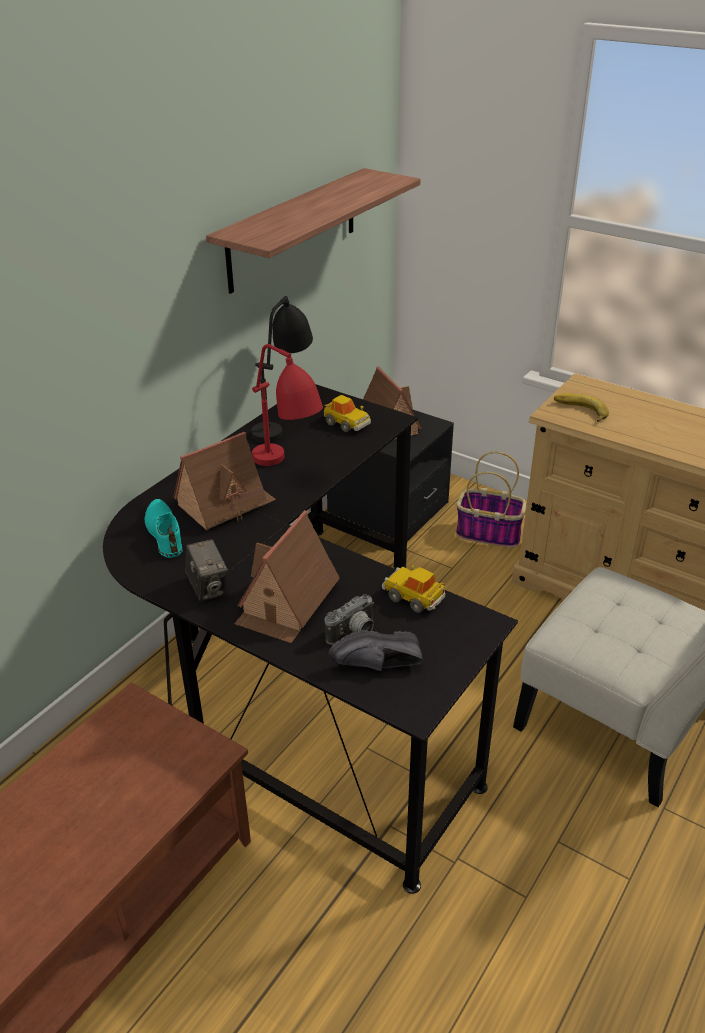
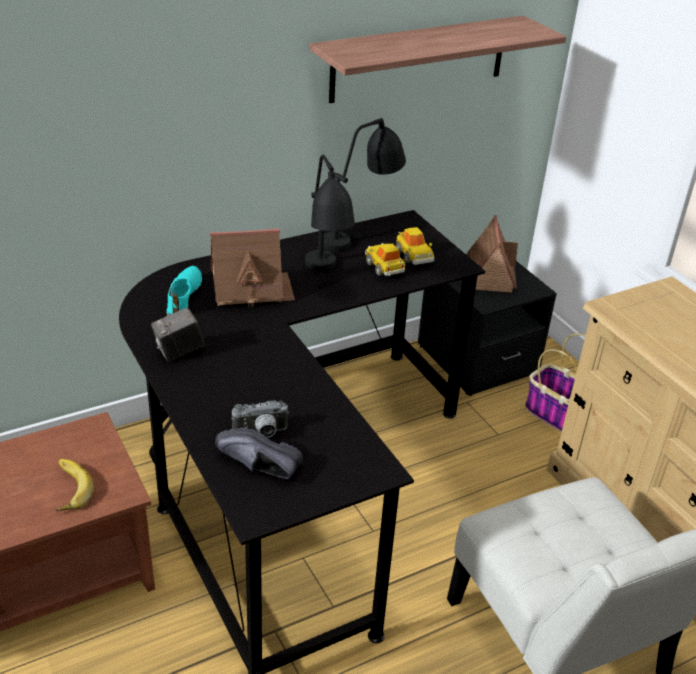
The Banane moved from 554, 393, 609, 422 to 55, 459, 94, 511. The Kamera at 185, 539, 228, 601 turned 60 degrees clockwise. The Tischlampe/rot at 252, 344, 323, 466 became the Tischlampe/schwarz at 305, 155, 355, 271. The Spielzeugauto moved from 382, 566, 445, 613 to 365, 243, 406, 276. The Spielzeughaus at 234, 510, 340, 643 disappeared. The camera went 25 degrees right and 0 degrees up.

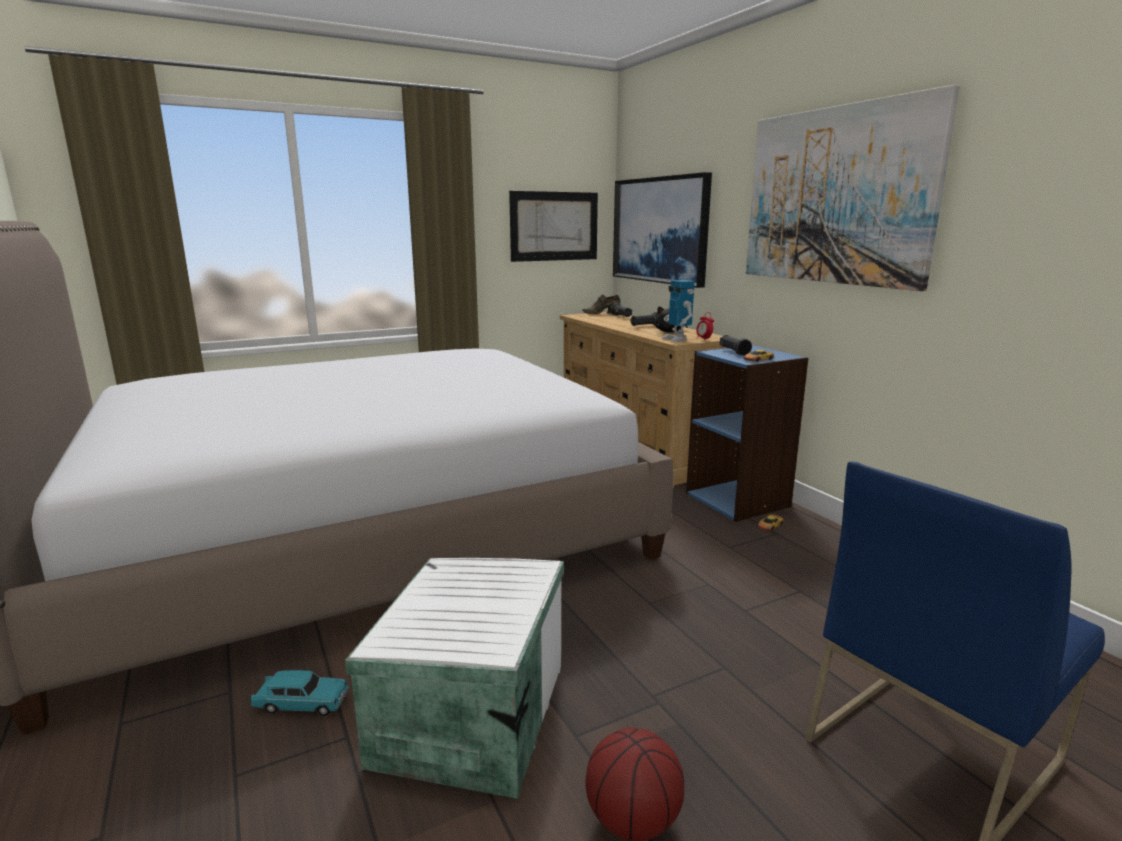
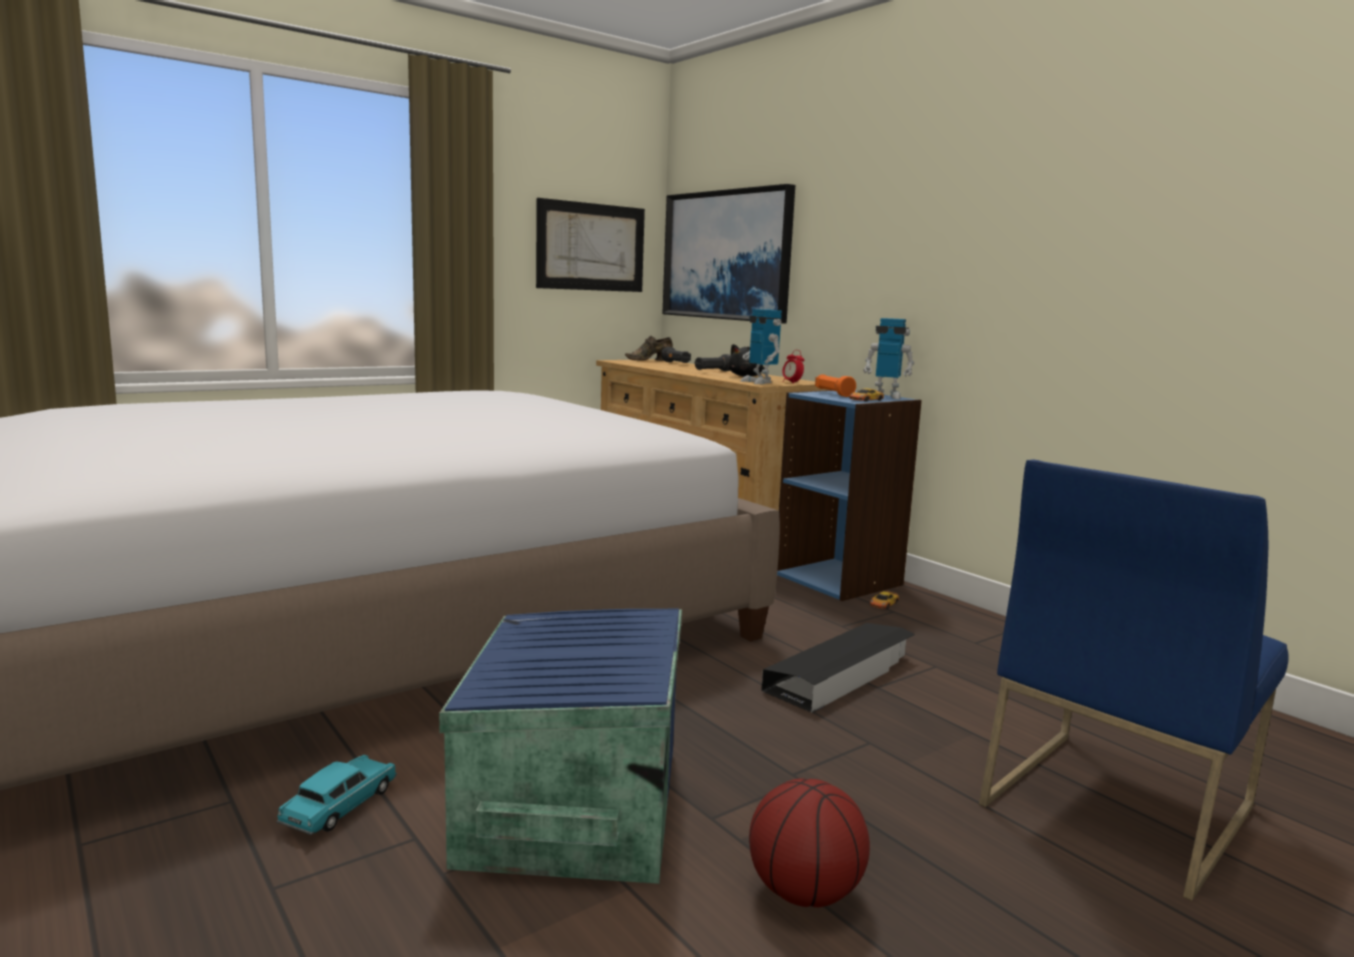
The Spielzeugauto/türkis at 250, 670, 350, 716 turned 60 degrees counterclockwise. The Aufbewahrungsbox/weiß at 345, 558, 564, 799 became the Aufbewahrungsbox/blau at 439, 609, 682, 884. The Aufbewahrungsbox/schwarz at 761, 623, 915, 713 appeared. The Taschenlampe/schwarz at 720, 335, 752, 356 became the Taschenlampe/orange at 815, 374, 856, 397. The Spielzeugroboter at 863, 318, 914, 399 appeared. The Bild at 746, 85, 960, 291 disappeared. The camera went 10 degrees left and 5 degrees down.

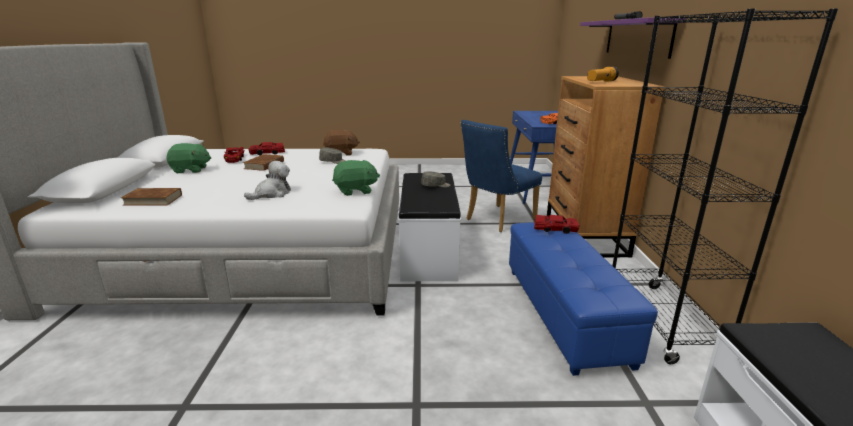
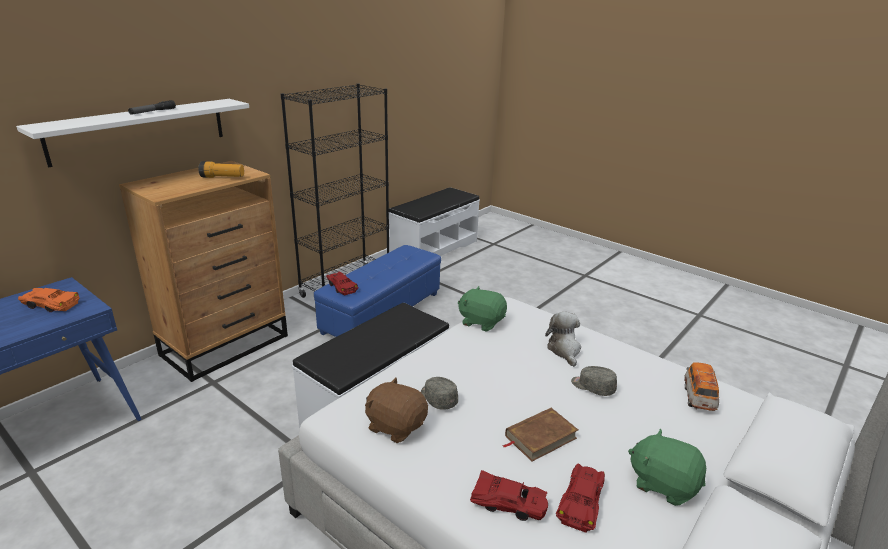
The Wandregal/lila at 580, 18, 686, 59 became the Wandregal/weiß at 16, 99, 249, 168. The Plüschtier at 244, 161, 291, 200 turned 90 degrees clockwise. The Kappe/grau moved from 421, 171, 450, 187 to 571, 366, 617, 396. The Buch/braun at 121, 188, 182, 206 was replaced by the Spielzeugauto at 684, 362, 719, 411. The Stuhl/blau at 461, 120, 542, 232 disappeared. The camera went 140 degrees left and 5 degrees up.

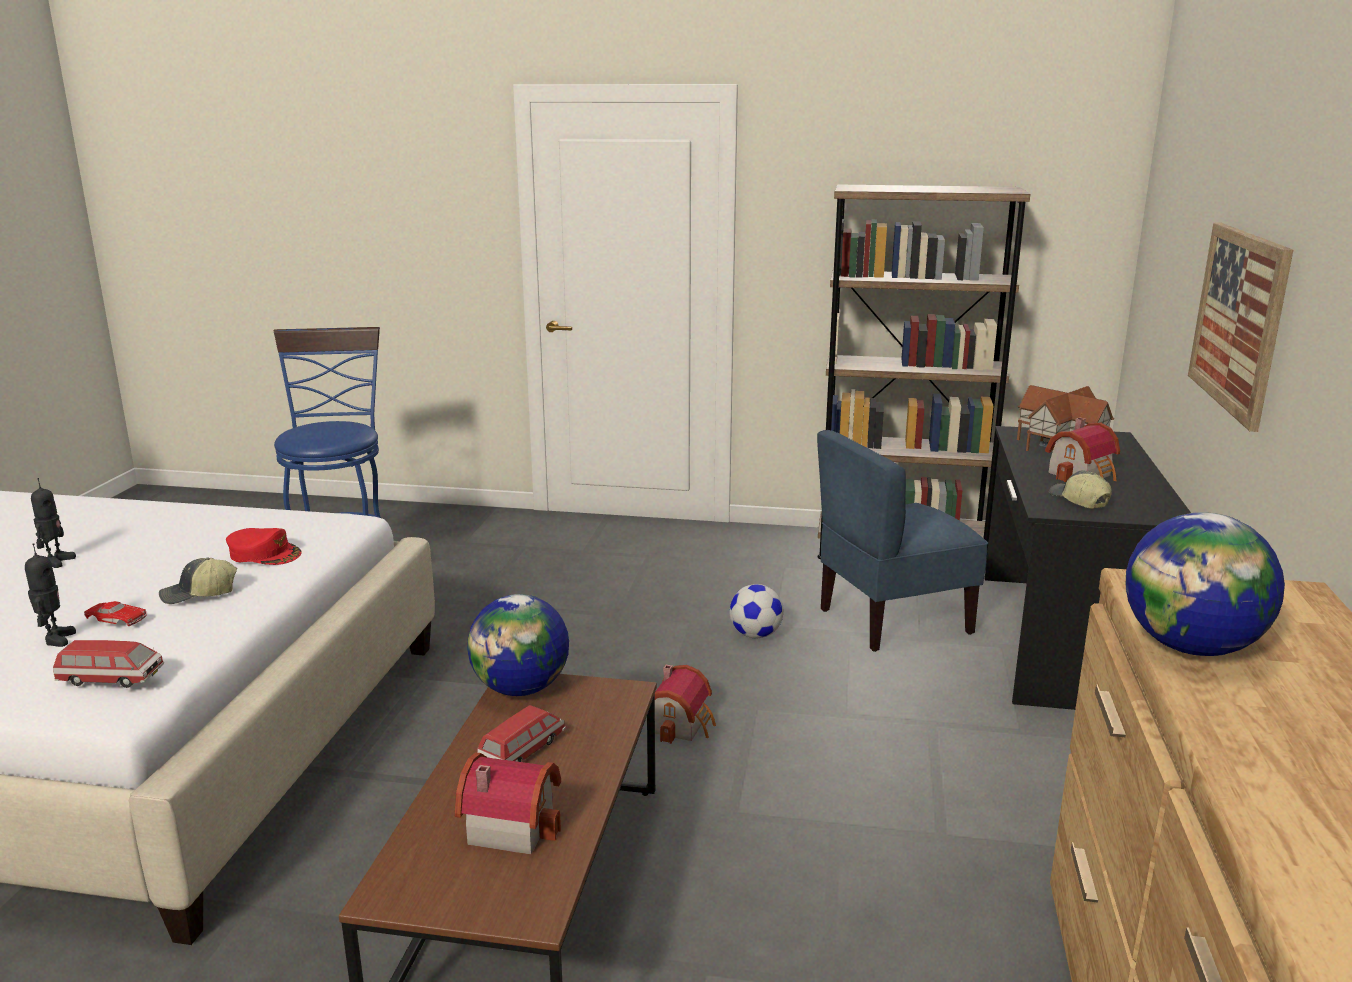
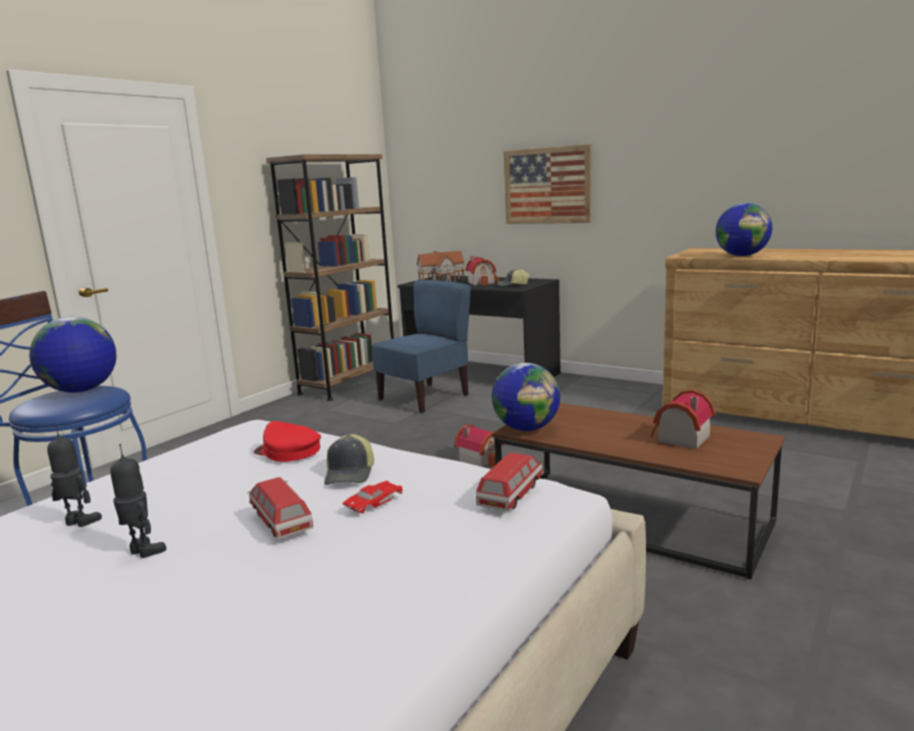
The Globus at 29, 317, 117, 393 appeared. The Spielzeugroboter moved from 25, 543, 76, 647 to 47, 424, 102, 527. The Spielzeugauto moved from 477, 705, 566, 762 to 247, 477, 314, 539. The Kappe/rot at 226, 528, 302, 565 turned 105 degrees counterclockwise. The Stuhl/blau at 817, 430, 988, 652 turned 135 degrees counterclockwise. The Fußball at 729, 584, 784, 638 disappeared. The camera went 65 degrees left and 5 degrees down.

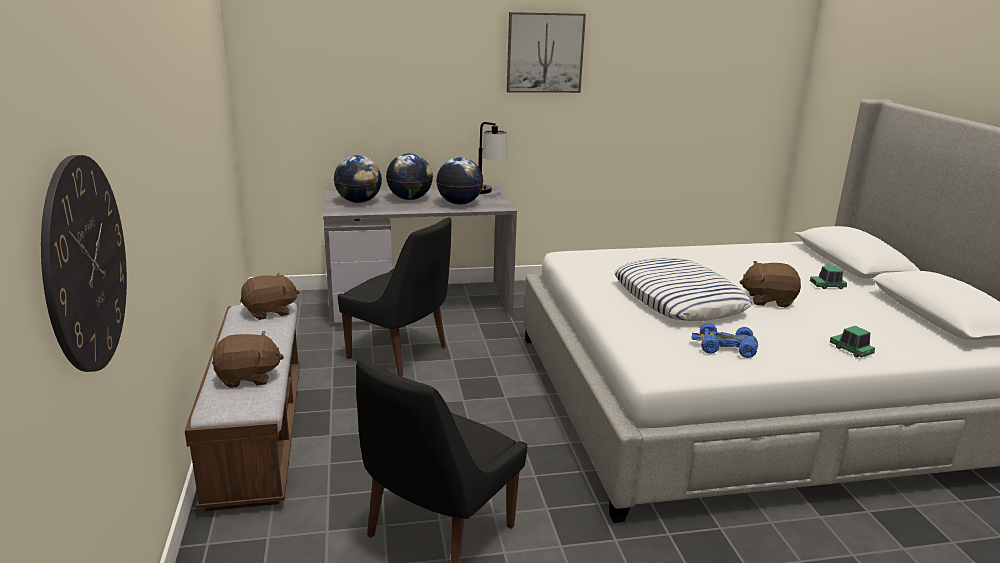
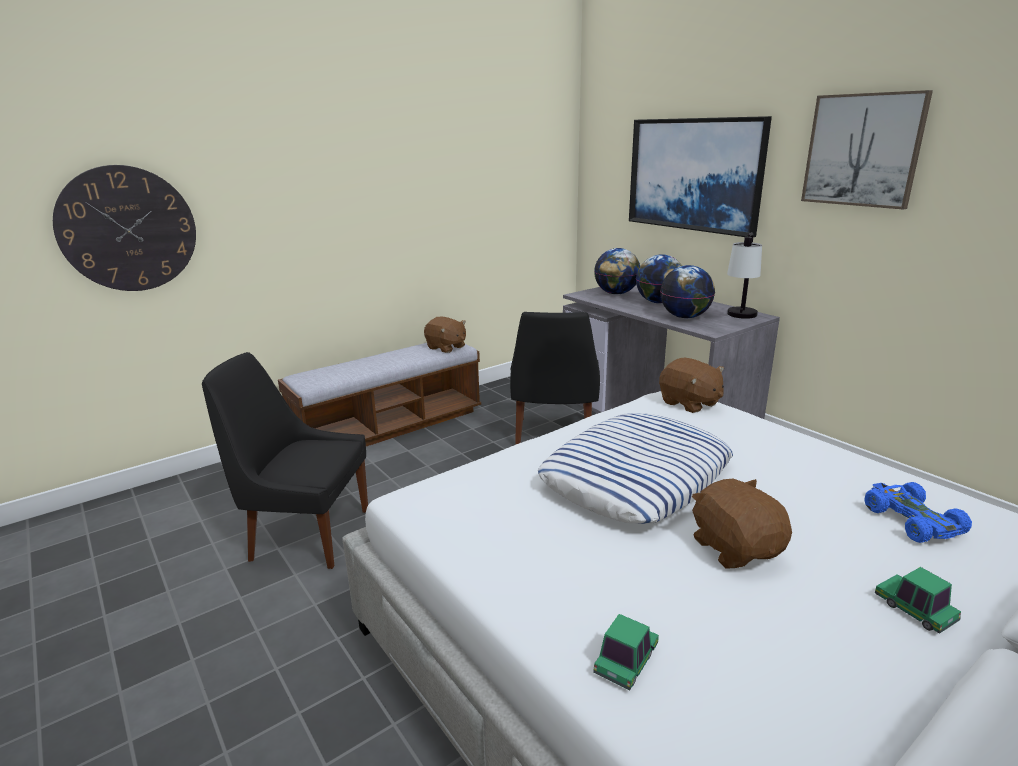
The Bild at 629, 116, 772, 237 appeared. The Plüschtier/braun moved from 212, 331, 284, 388 to 659, 358, 724, 413. The Spielzeugauto/blau moved from 692, 323, 758, 358 to 864, 482, 972, 543. The camera went 65 degrees right and 0 degrees up.

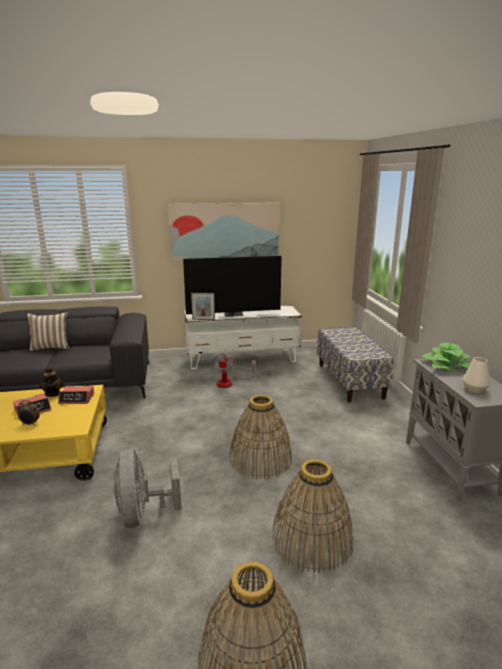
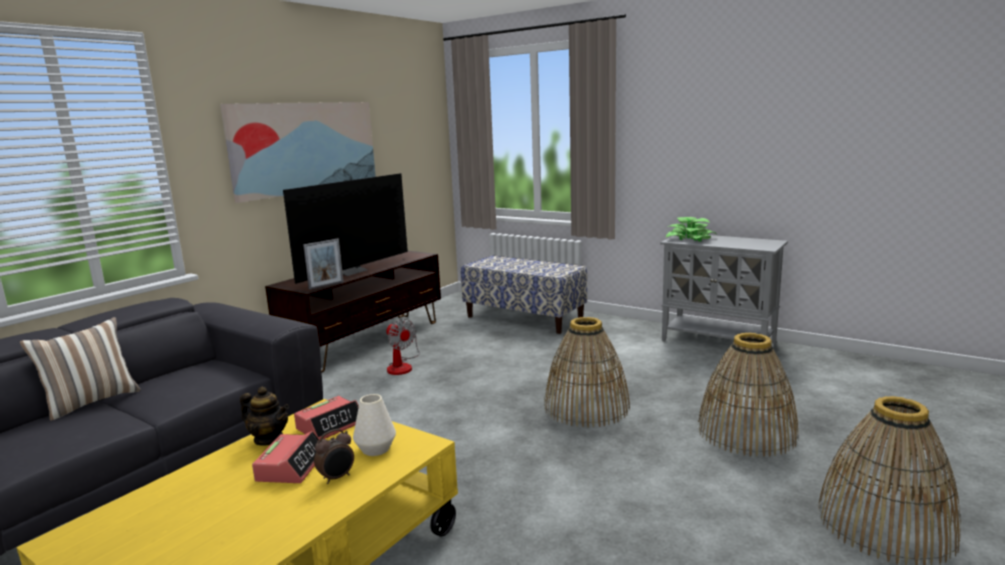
The Fernsehschrank/weiß at 184, 305, 302, 369 became the Fernsehschrank/braun at 265, 251, 441, 372. The Vase/weiß moved from 462, 357, 490, 393 to 353, 394, 396, 456. The Ventilator/grau at 113, 449, 182, 528 disappeared. The camera went 45 degrees left and 5 degrees down.

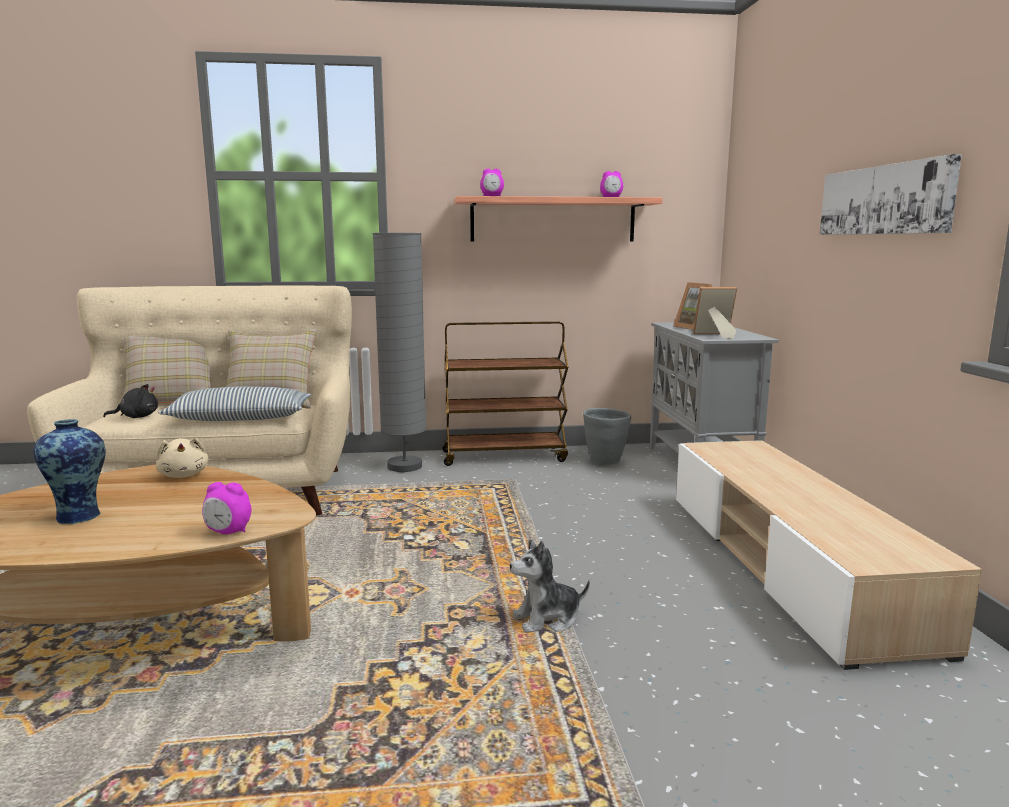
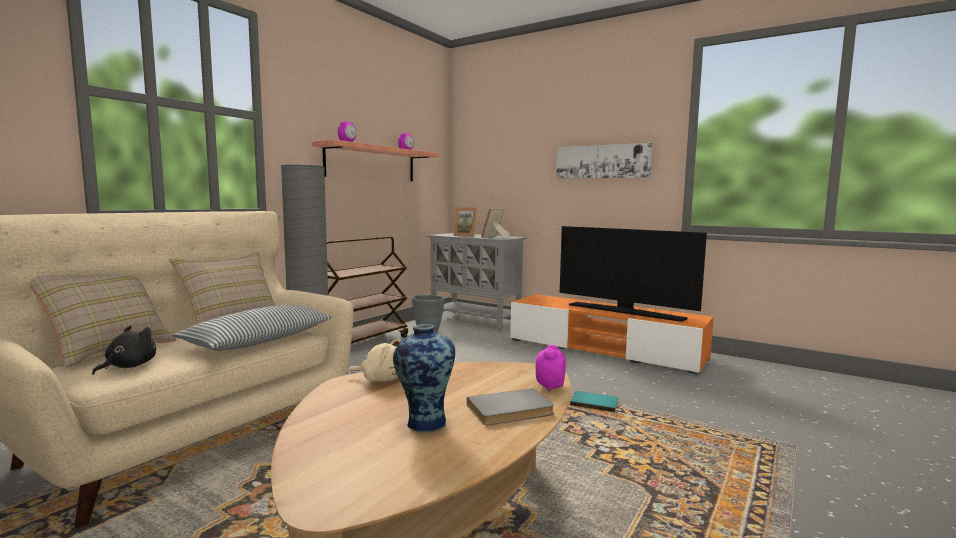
The Buch/grau at 467, 388, 554, 425 appeared. The Fernsehschrank/beige at 676, 440, 982, 670 became the Fernsehschrank/orange at 510, 294, 714, 375. The Wecker at 202, 482, 251, 534 turned 150 degrees clockwise. The Fernseher at 560, 226, 707, 322 appeared. The Plüschtier at 510, 539, 590, 633 was replaced by the Buch/türkis at 570, 391, 618, 412. The camera went 50 degrees left and 5 degrees down.

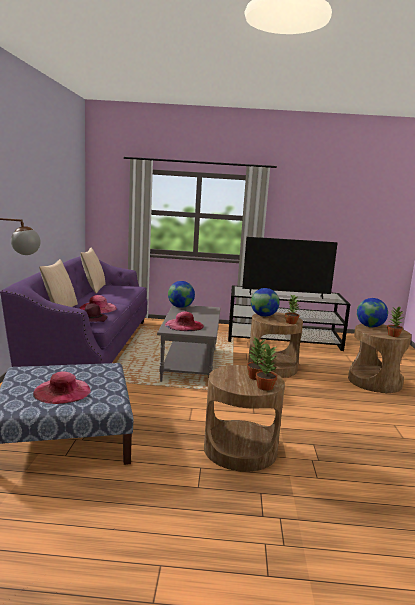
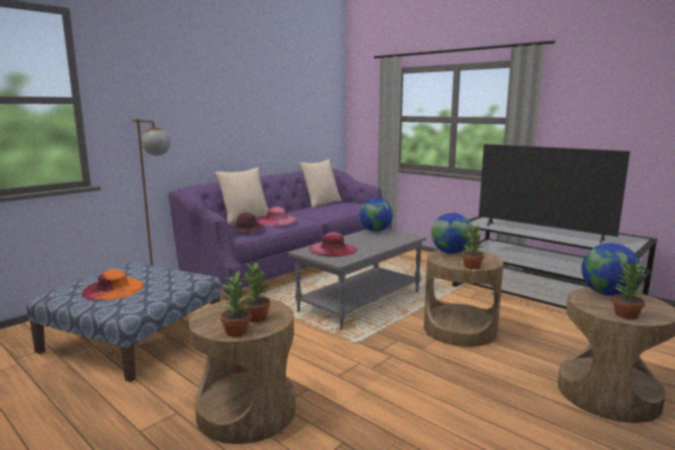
The Hut/rosa at 33, 371, 91, 404 became the Hut/orange at 82, 269, 144, 301. The camera went 40 degrees right and 0 degrees up.

